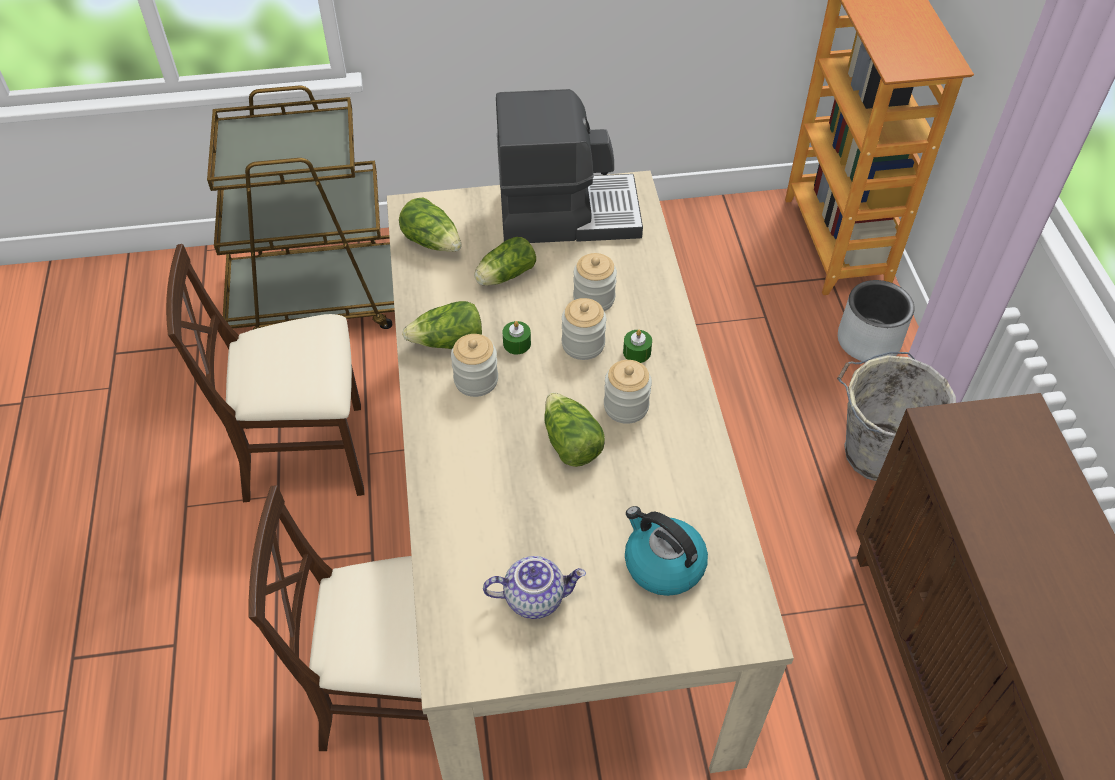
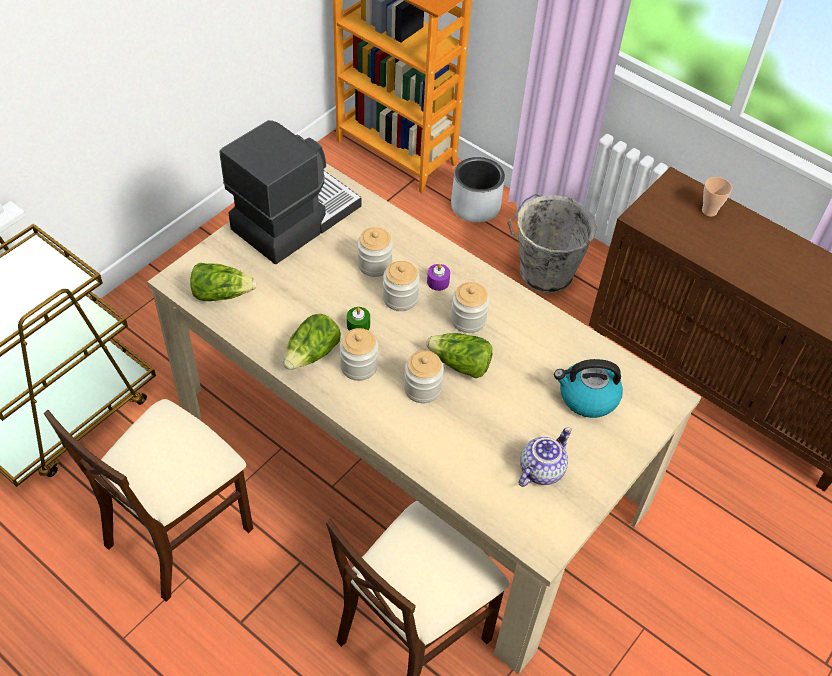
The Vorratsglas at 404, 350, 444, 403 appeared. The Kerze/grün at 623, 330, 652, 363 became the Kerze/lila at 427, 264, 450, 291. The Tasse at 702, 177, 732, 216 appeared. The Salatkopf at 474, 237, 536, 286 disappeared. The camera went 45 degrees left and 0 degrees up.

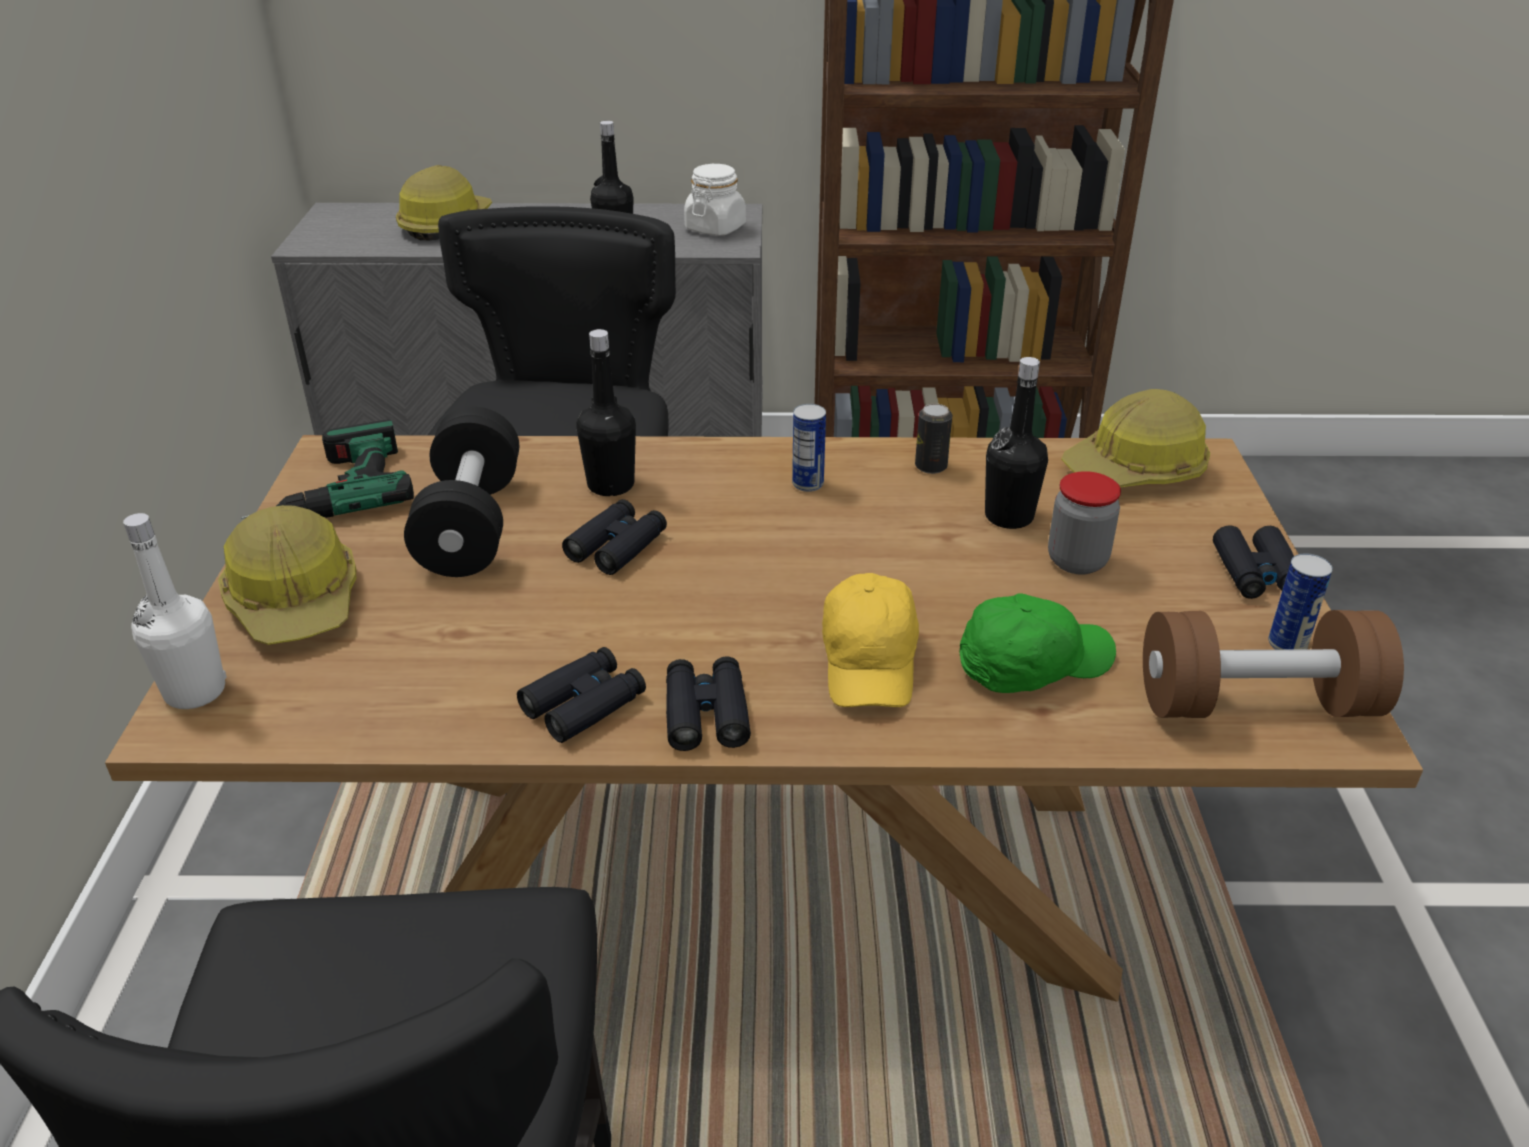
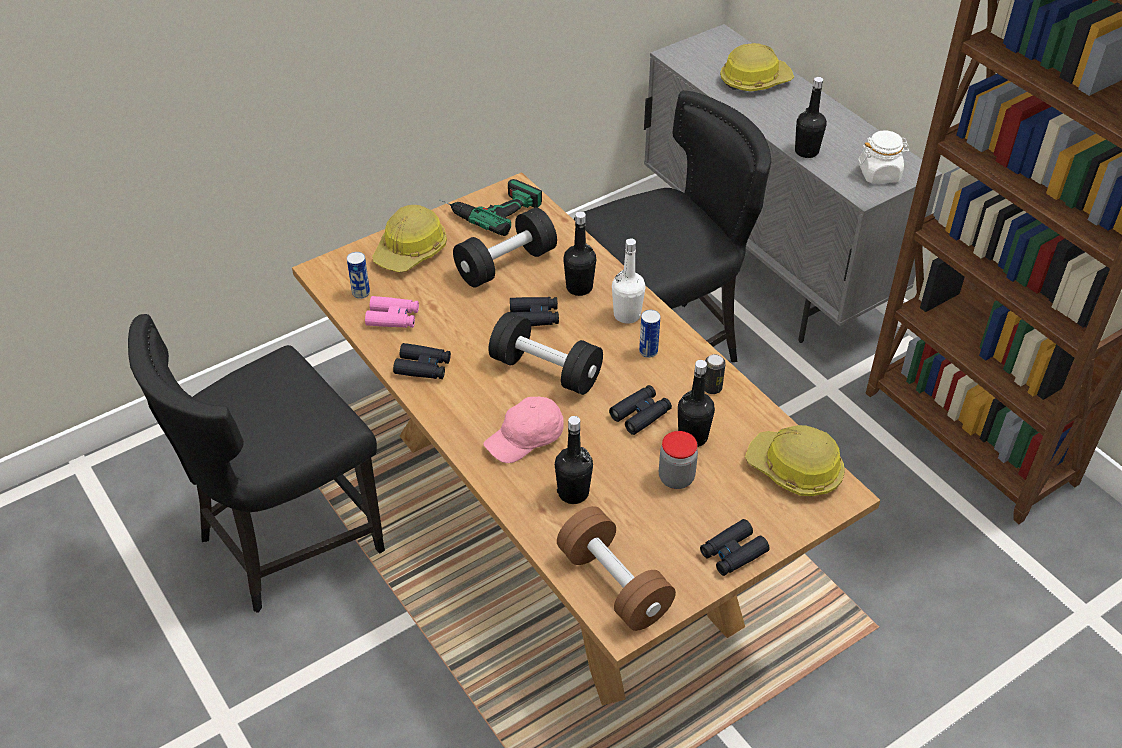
The Dose moved from 1268, 553, 1333, 650 to 347, 252, 370, 299. The Fernglas/rosa at 365, 296, 419, 328 appeared. The Kappe/gelb at 822, 573, 919, 707 became the Kappe/rosa at 483, 396, 564, 463. The Hantel/schwarz at 489, 312, 603, 395 appeared. The Kappe/grün at 959, 593, 1116, 693 was replaced by the Flasche/schwarz at 555, 416, 593, 504. The Fernglas/schwarz moved from 666, 656, 751, 751 to 609, 385, 672, 435. The Flasche/weiß moved from 123, 513, 226, 709 to 612, 238, 646, 324. The camera went 55 degrees right and 10 degrees up.

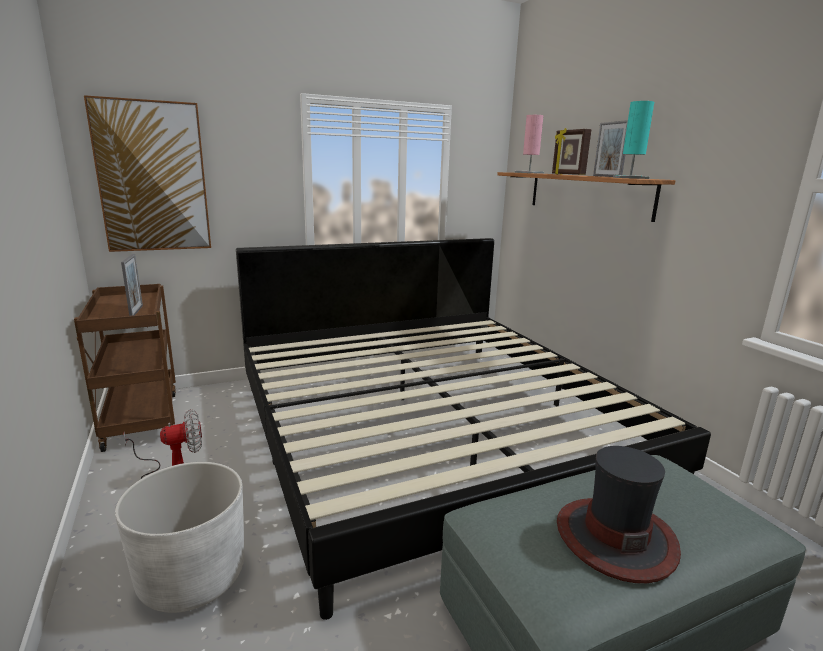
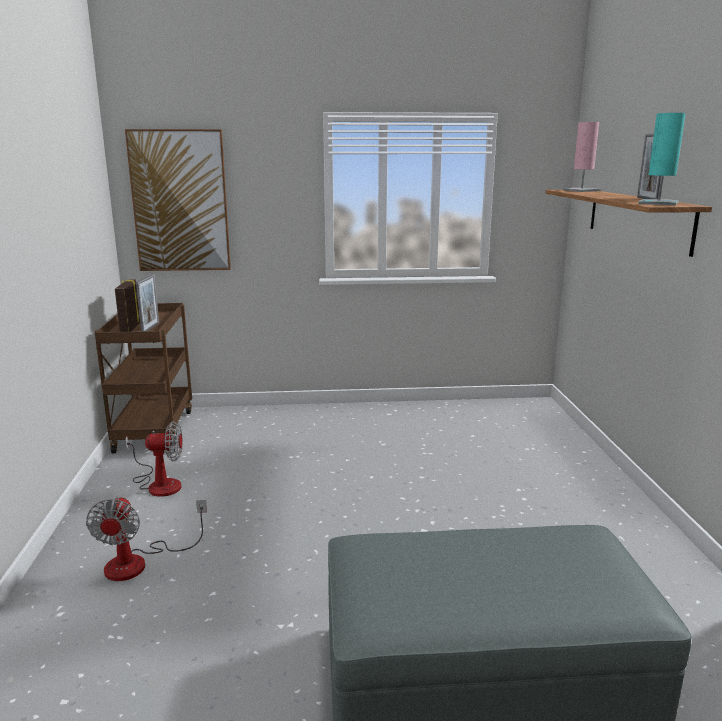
The Pflanzkübel/weiß at 115, 462, 244, 613 was replaced by the Ventilator at 86, 496, 207, 581. The Bilderrahmen moved from 552, 128, 592, 175 to 115, 279, 140, 332. The Bett at 236, 238, 711, 620 disappeared. The Hut at 557, 446, 681, 583 disappeared. The camera went 20 degrees right and 0 degrees up.

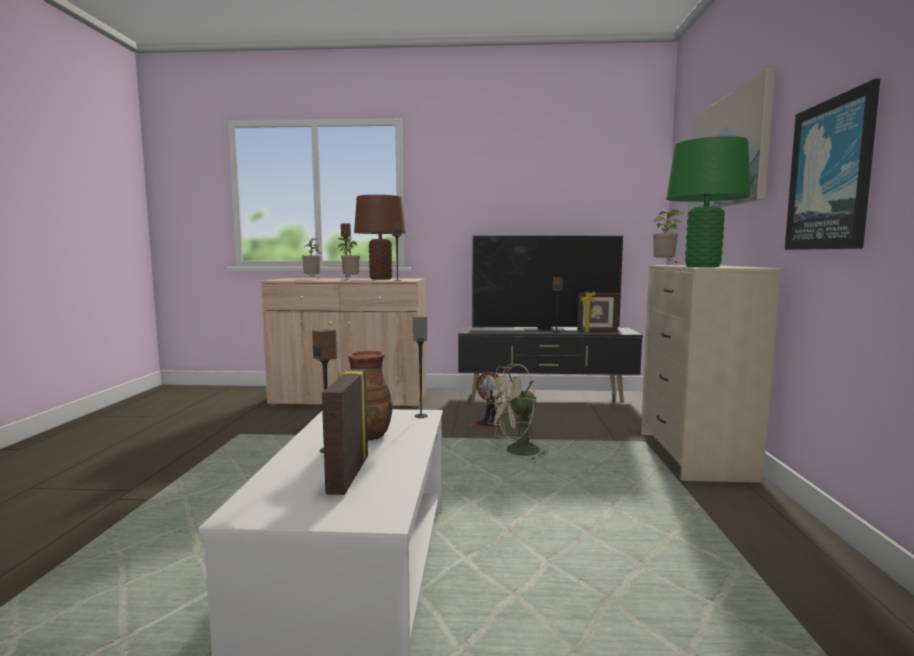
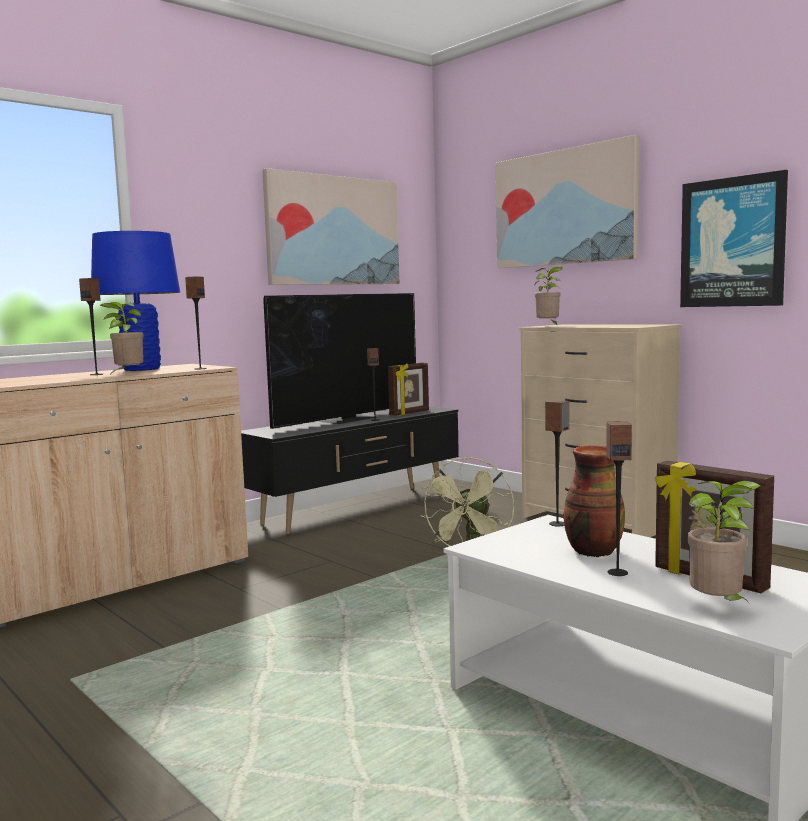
The Tischlampe/braun at 354, 195, 406, 279 became the Tischlampe/blau at 91, 231, 180, 371. The Bild at 262, 168, 400, 285 appeared. The Topfpflanze moved from 302, 237, 321, 280 to 687, 481, 761, 605. The Ventilator at 471, 371, 501, 431 disappeared. The Tischlampe/grün at 666, 136, 751, 267 disappeared. The camera went 45 degrees left and 0 degrees up.

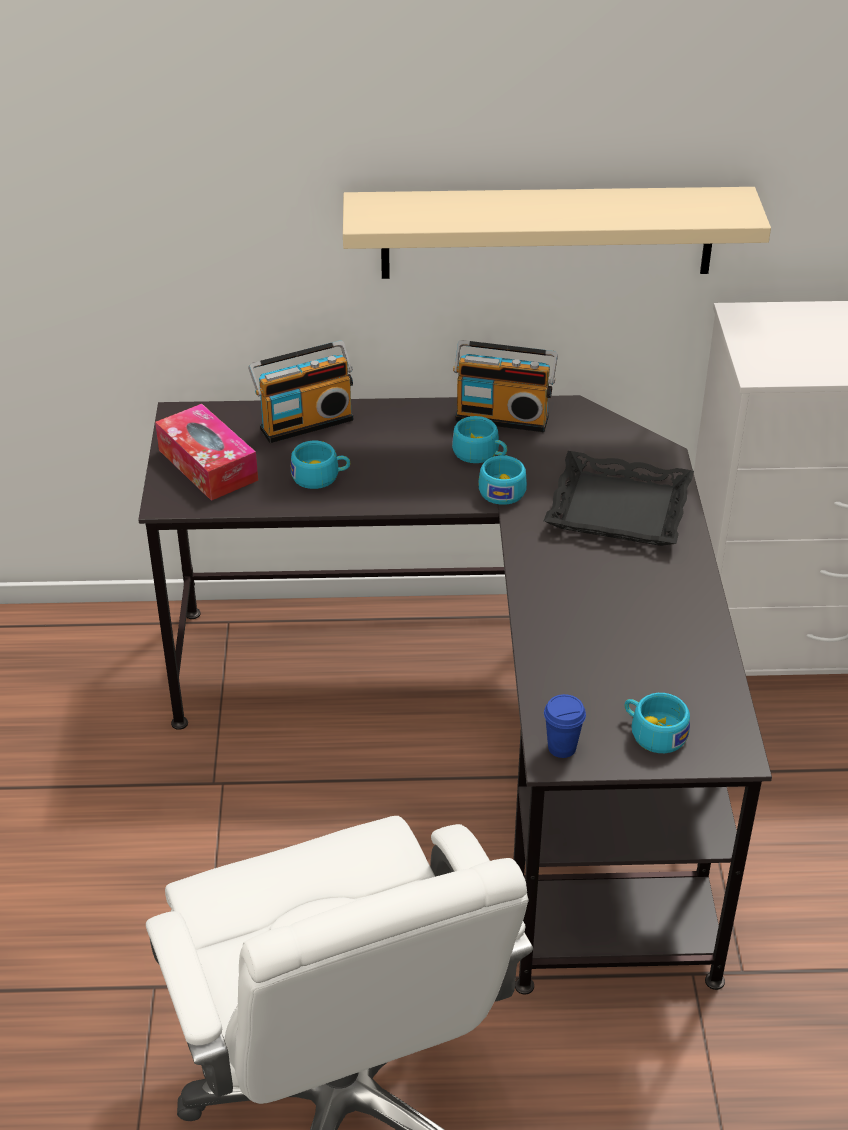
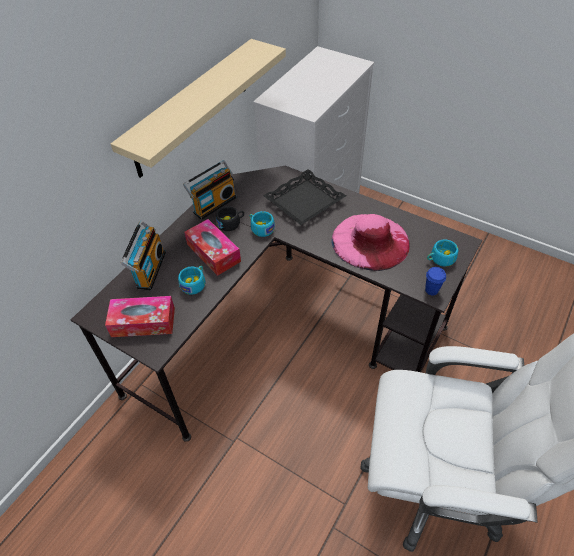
The Taschentuchbox at 184, 219, 241, 276 appeared. The Tasse/türkis at 452, 416, 507, 463 became the Tasse/schwarz at 216, 206, 244, 231. The Hut/rosa at 331, 214, 410, 271 appeared. The camera went 55 degrees left and 10 degrees up.

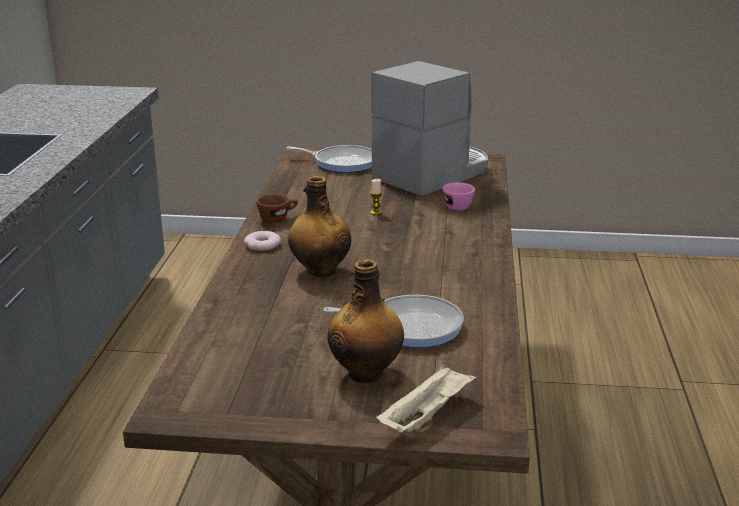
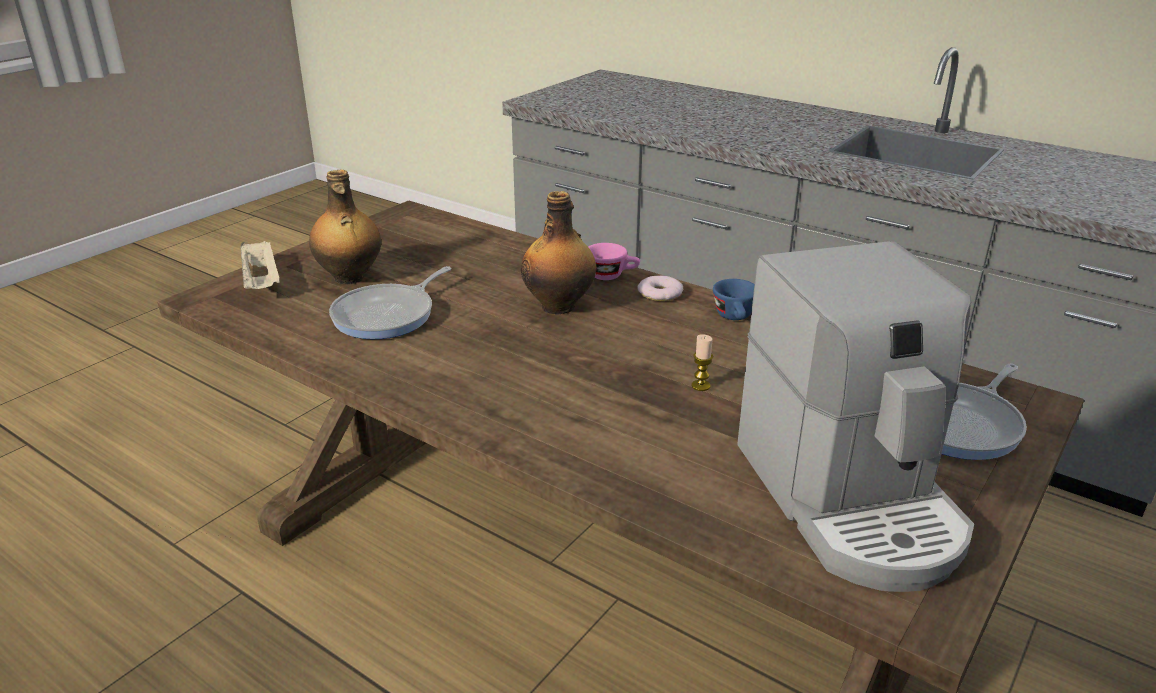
The Tasse/rosa moved from 442, 182, 475, 210 to 589, 243, 640, 280. The Tasse/braun at 256, 194, 298, 223 became the Tasse/blau at 713, 279, 754, 320. The camera went 120 degrees right and 5 degrees up.

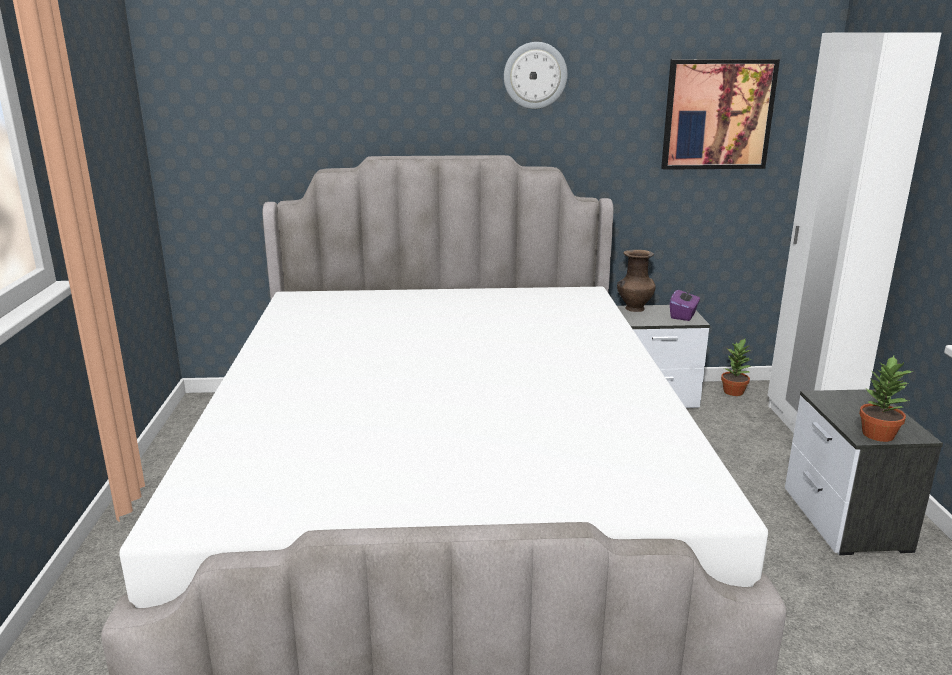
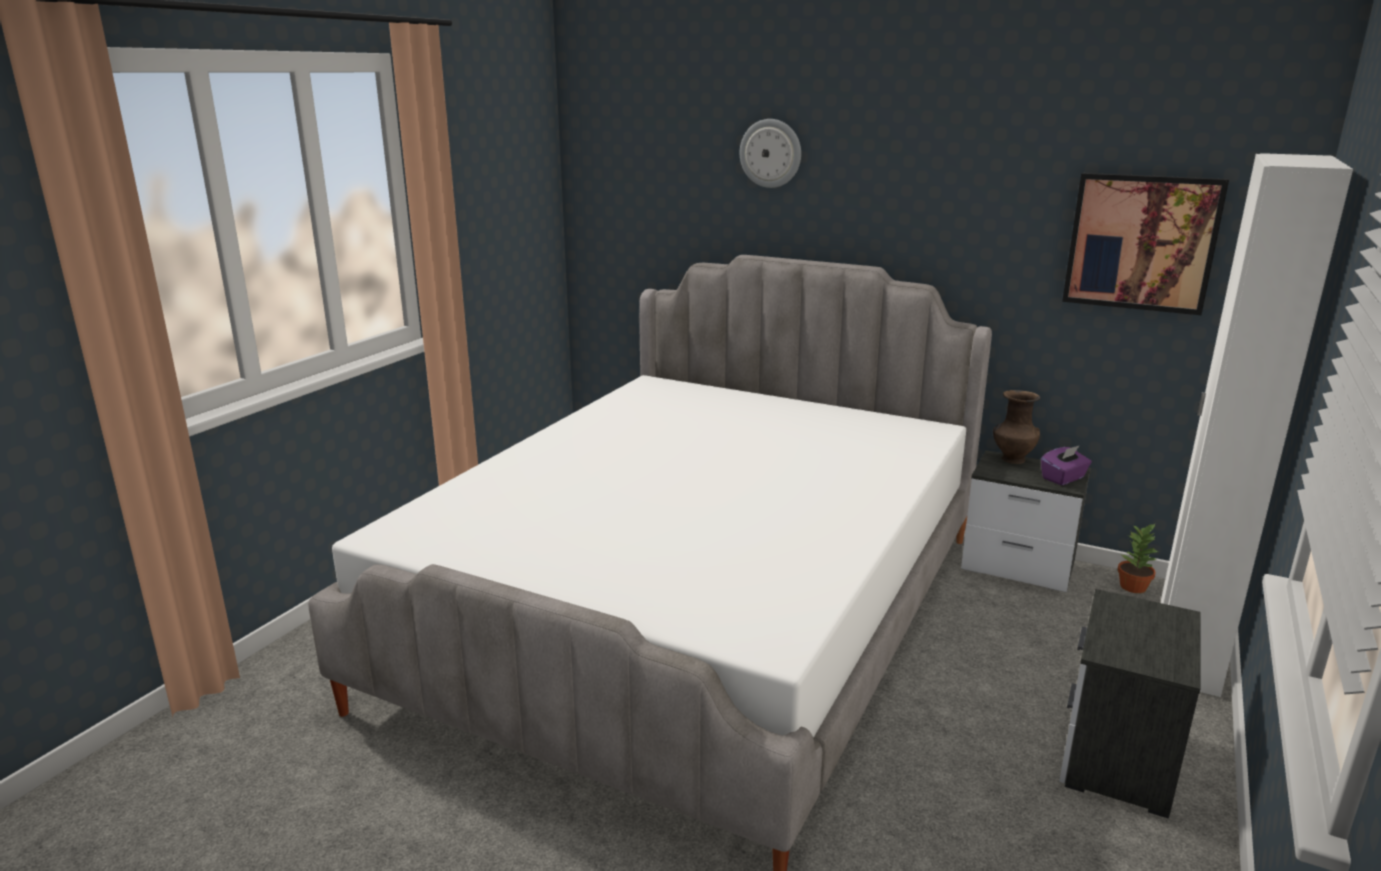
The Wanduhr moved from 504, 42, 568, 109 to 740, 119, 801, 188. The Topfpflanze at 859, 356, 913, 442 disappeared. The camera went 30 degrees right and 0 degrees up.

